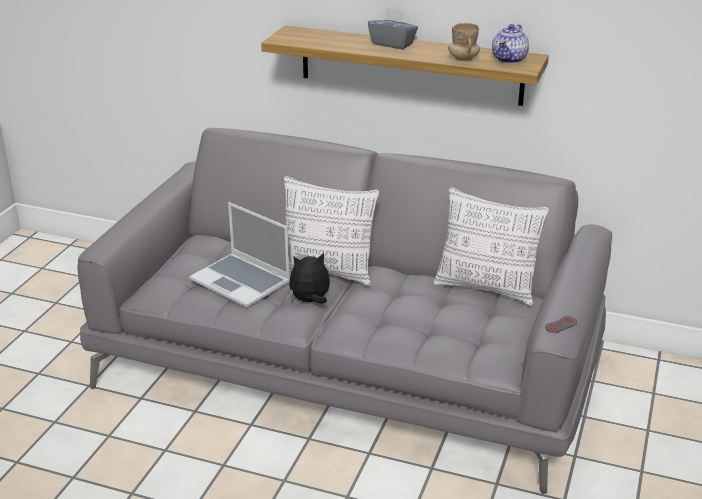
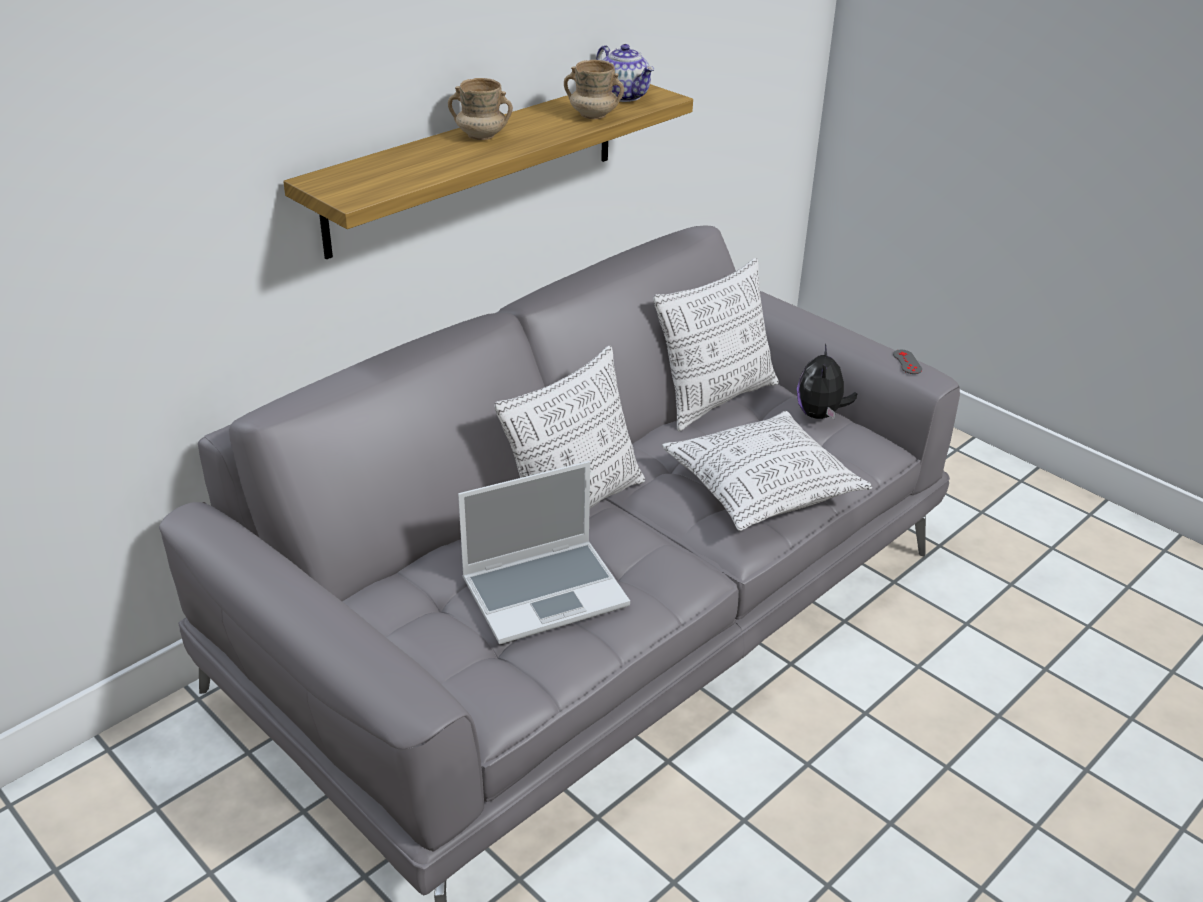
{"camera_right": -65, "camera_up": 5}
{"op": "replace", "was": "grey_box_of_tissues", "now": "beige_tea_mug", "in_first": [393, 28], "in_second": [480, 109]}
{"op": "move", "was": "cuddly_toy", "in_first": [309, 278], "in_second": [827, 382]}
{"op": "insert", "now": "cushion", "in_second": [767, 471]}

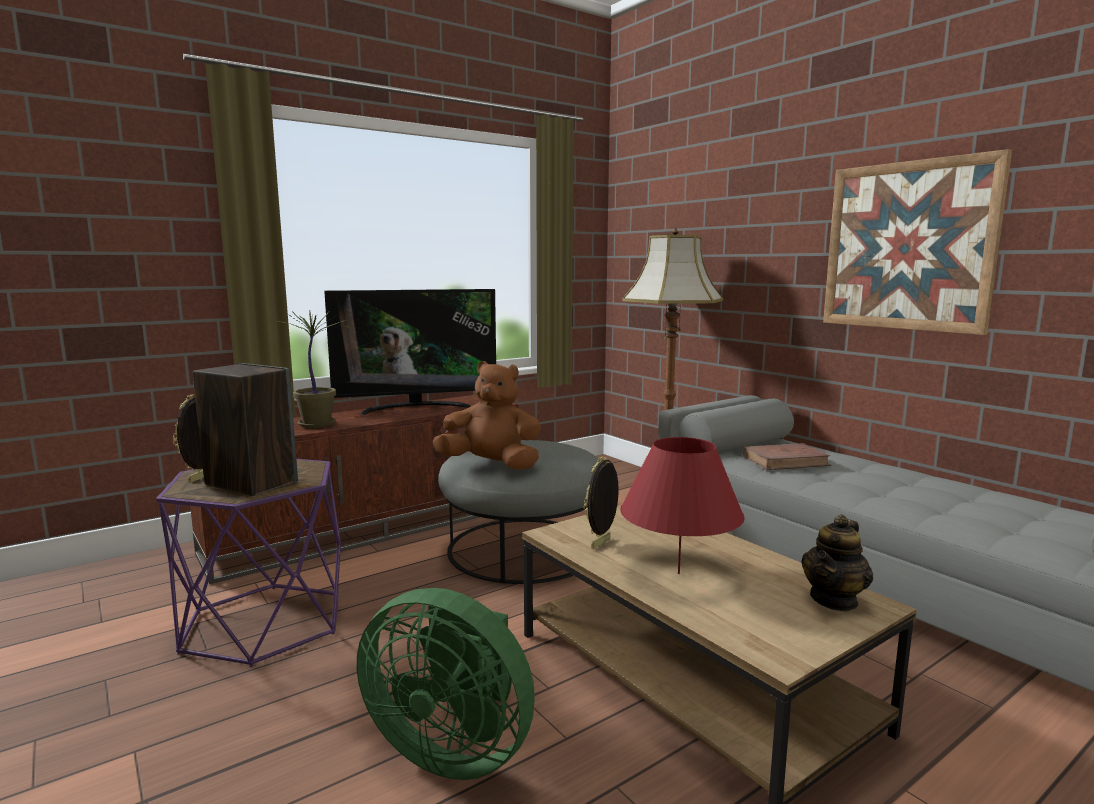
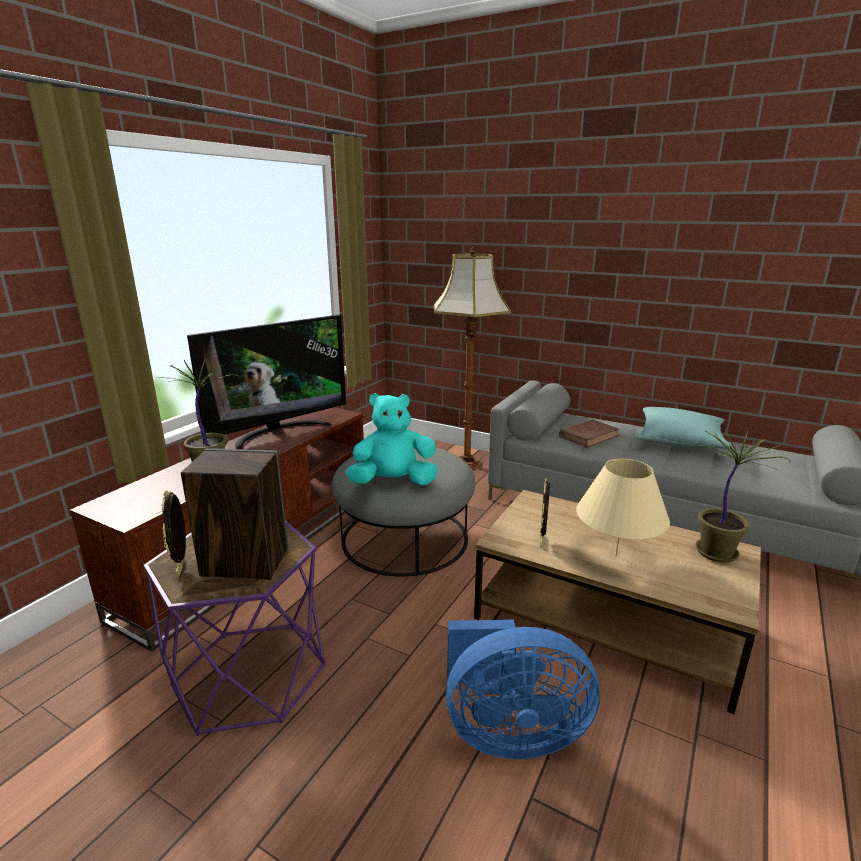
{"camera_right": -25, "camera_up": 10}
{"op": "delete", "was": "picture", "in_first": [917, 242]}
{"op": "recolor", "was": "brownish_cuddly_toy", "now": "blue-green_cuddly_toy", "in_first": [487, 415], "in_second": [391, 439]}
{"op": "recolor", "was": "red_table_lamp", "now": "beige_table_lamp", "in_first": [682, 505], "in_second": [623, 507]}
{"op": "replace", "was": "teapot", "now": "houseplant", "in_first": [837, 563], "in_second": [742, 495]}
{"op": "recolor", "was": "green_electric_fan", "now": "blue-coloured_electric_fan", "in_first": [446, 684], "in_second": [523, 689]}
{"op": "insert", "now": "blue-green_cushion", "in_second": [683, 428]}

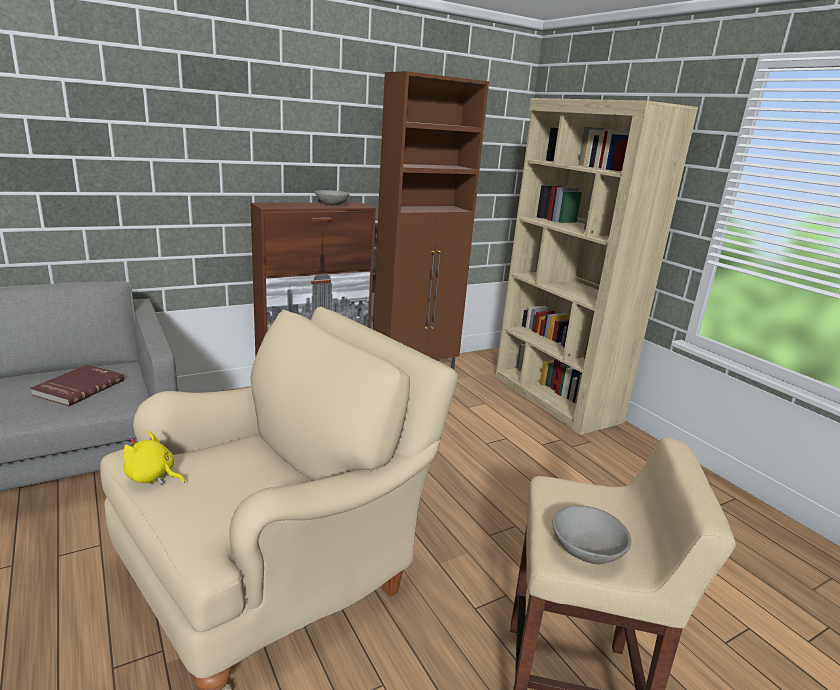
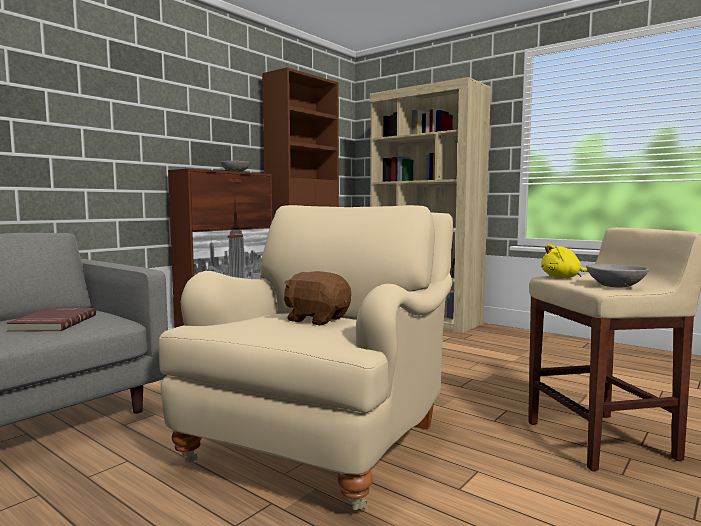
{"camera_right": -20, "camera_up": -15}
{"op": "move", "was": "yellowish_cuddly_toy", "in_first": [154, 458], "in_second": [564, 261]}
{"op": "insert", "now": "brownish_cuddly_toy", "in_second": [317, 298]}

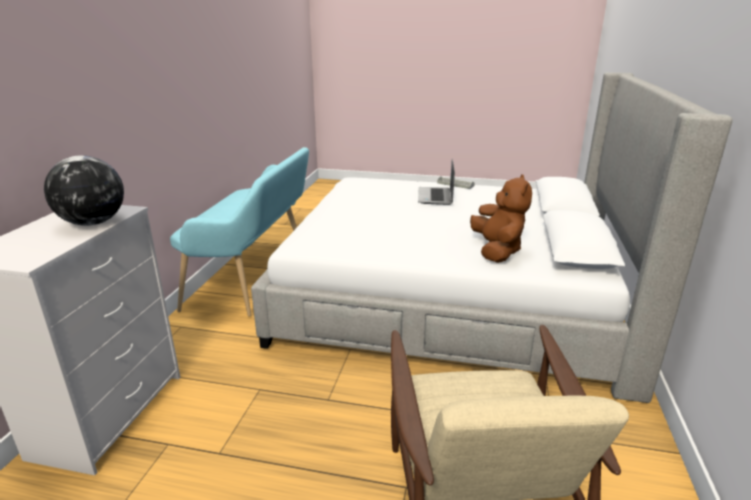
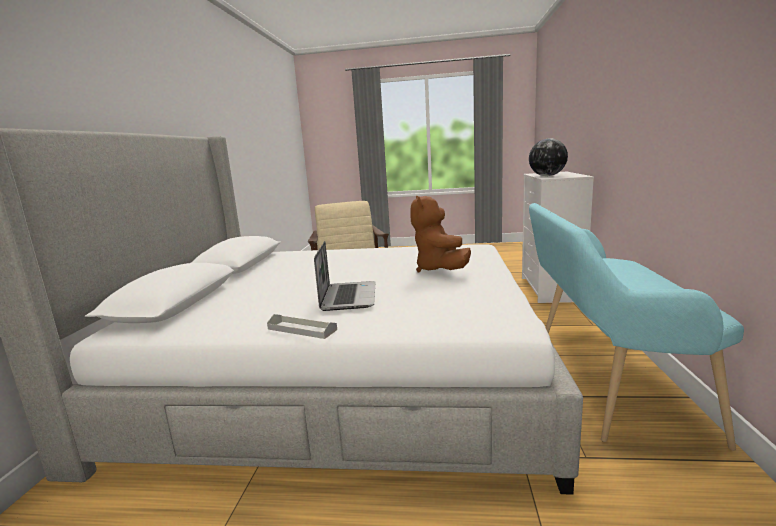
{"camera_right": 175, "camera_up": -10}
{"op": "move", "was": "brownish_cuddly_toy", "in_first": [501, 218], "in_second": [440, 234]}

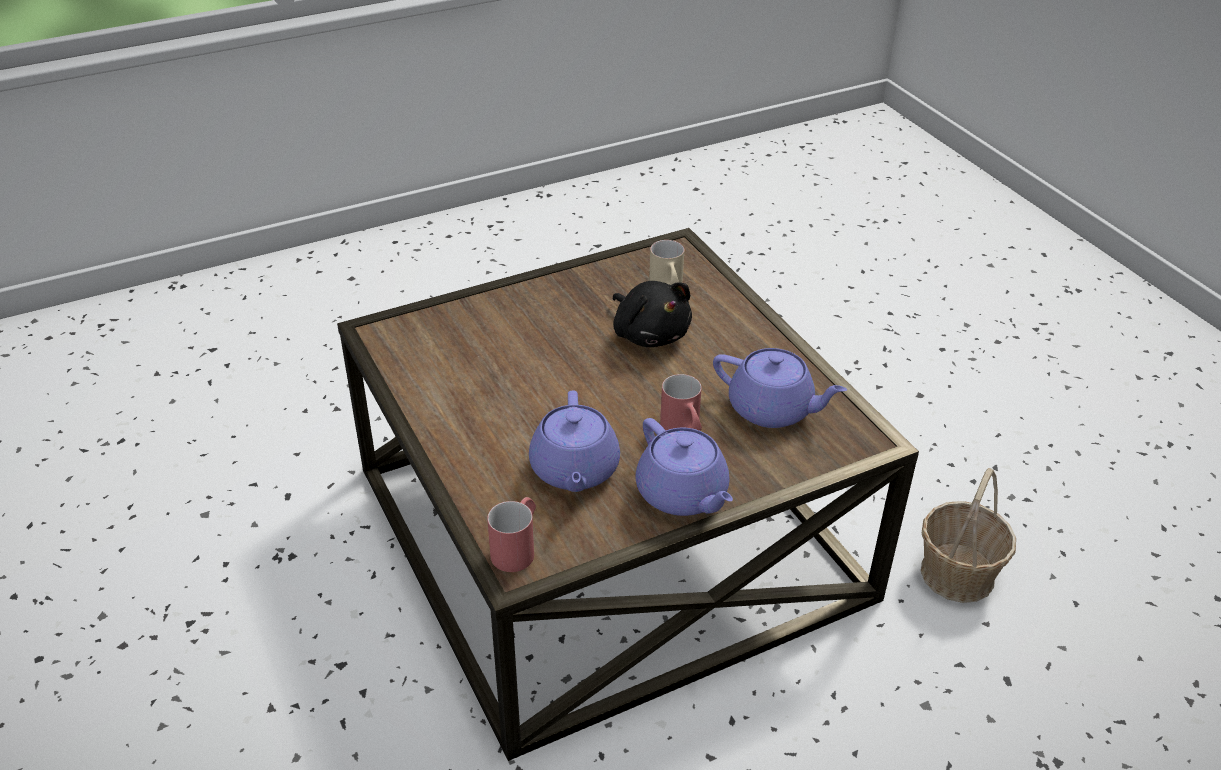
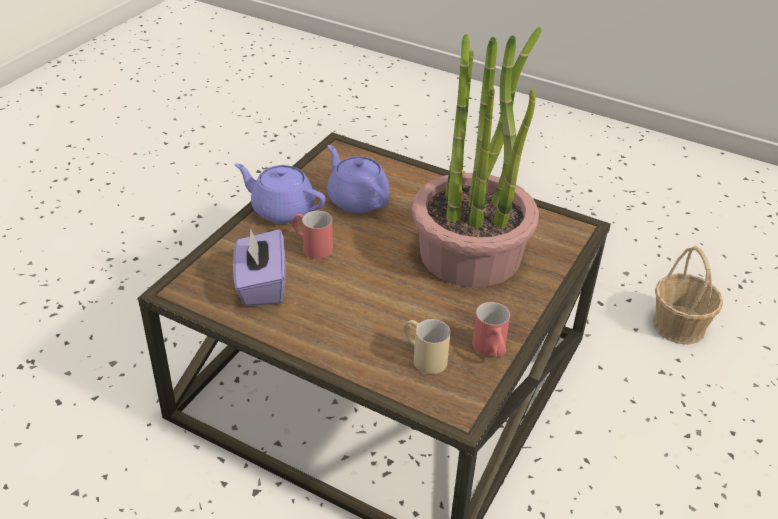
{"camera_right": 145, "camera_up": 0}
{"op": "delete", "was": "black_cuddly_toy", "in_first": [652, 314]}
{"op": "replace", "was": "purple_teapot", "now": "purple_box_of_tissues", "in_first": [780, 388], "in_second": [259, 267]}
{"op": "move", "was": "storage_basket", "in_first": [968, 535], "in_second": [688, 295]}
{"op": "move", "was": "red_tea_mug", "in_first": [511, 534], "in_second": [491, 330]}
{"op": "insert", "now": "houseplant", "in_second": [477, 157]}

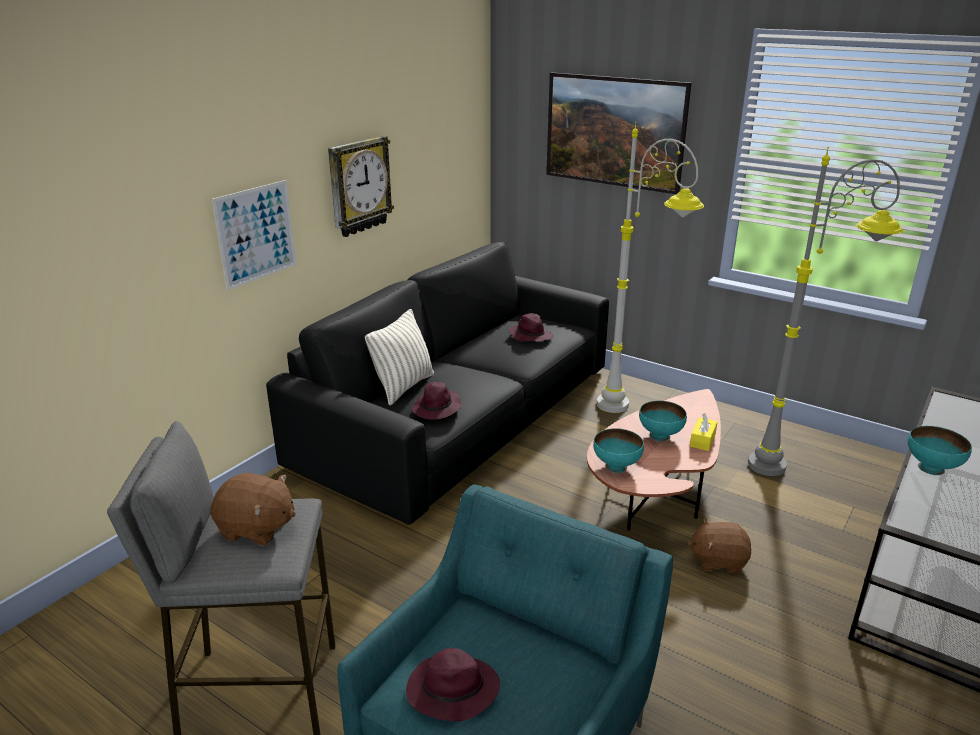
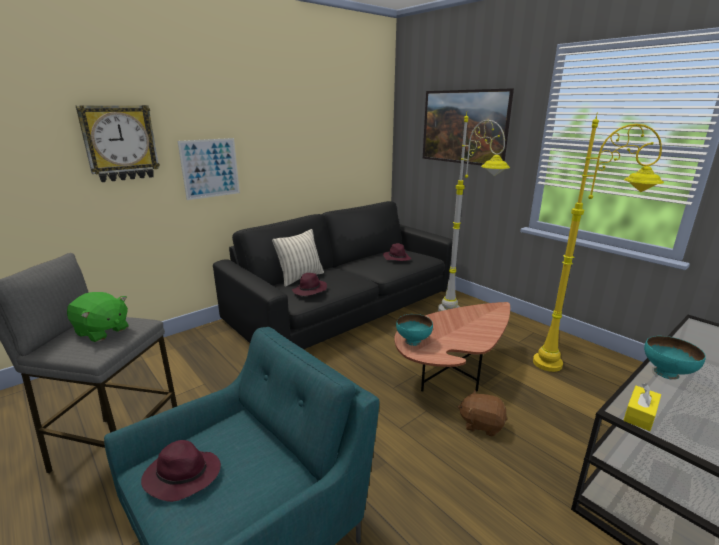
{"camera_right": 15, "camera_up": -5}
{"op": "move", "was": "wall_clock", "in_first": [361, 186], "in_second": [118, 143]}
{"op": "recolor", "was": "grey_standard_lamp", "now": "yellowish_standard_lamp", "in_first": [825, 311], "in_second": [598, 242]}
{"op": "delete", "was": "blue-green_bowl", "in_first": [663, 420]}
{"op": "move", "was": "yellowish_box_of_tissues", "in_first": [704, 432], "in_second": [642, 407]}
{"op": "recolor", "was": "brownish_cuddly_toy", "now": "green_cuddly_toy", "in_first": [253, 509], "in_second": [98, 317]}

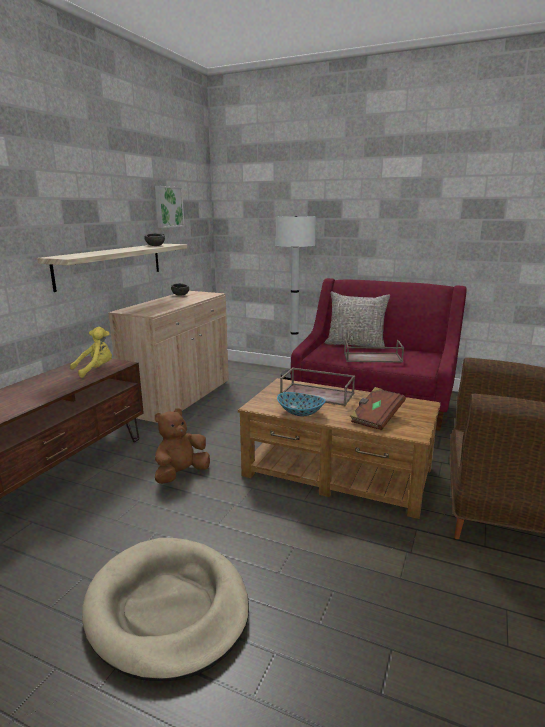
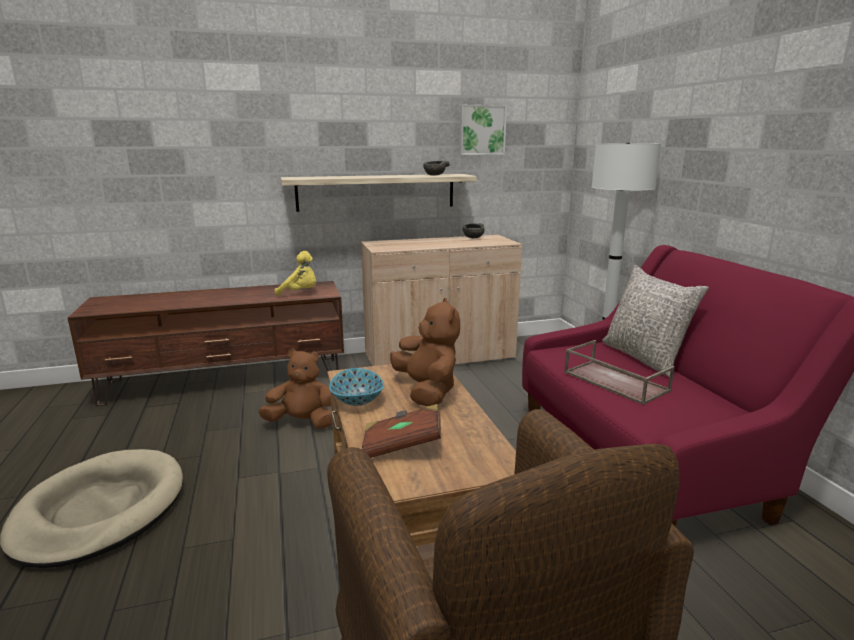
{"camera_right": 50, "camera_up": 0}
{"op": "replace", "was": "brownish_tray", "now": "brownish_cuddly_toy", "in_first": [317, 387], "in_second": [425, 352]}

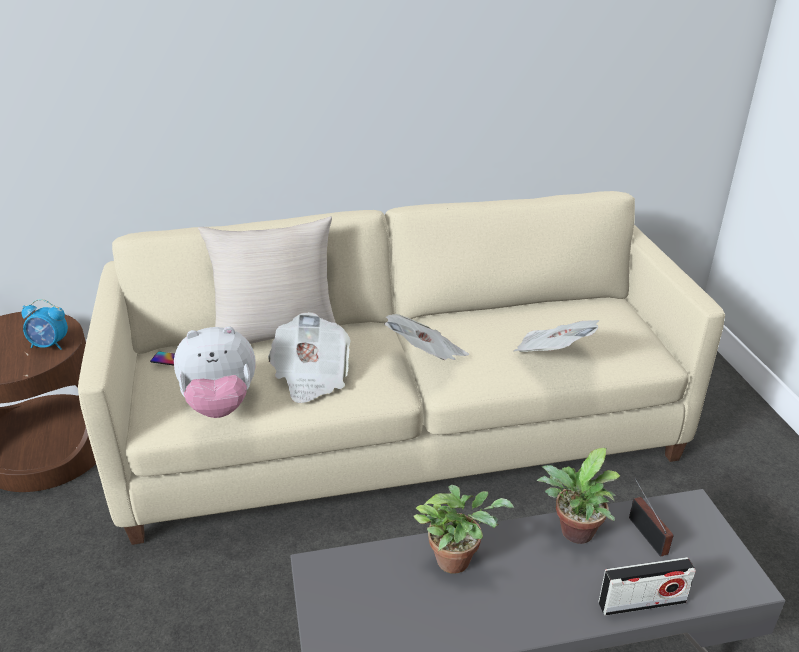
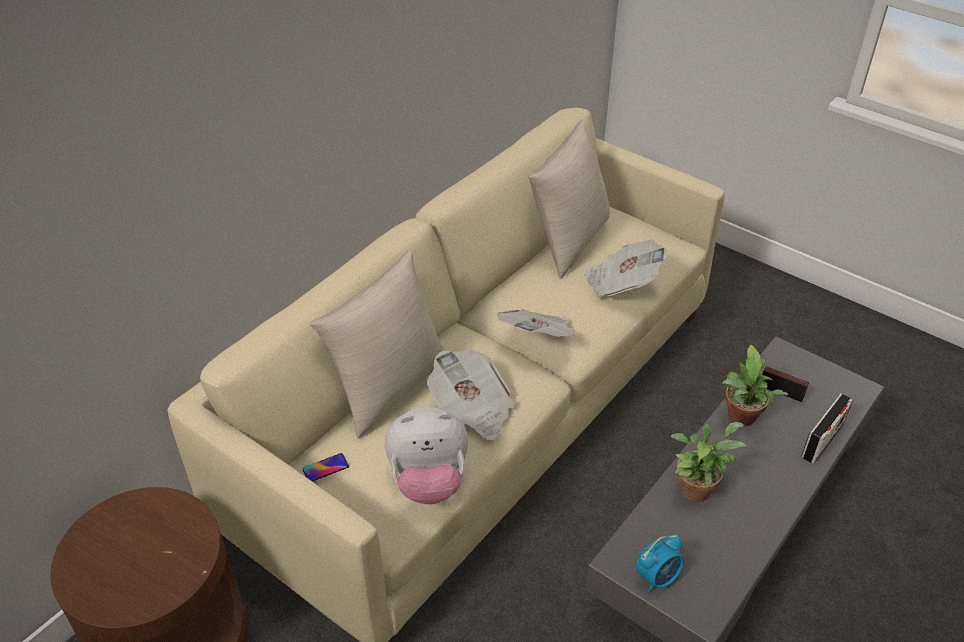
{"camera_right": -40, "camera_up": 10}
{"op": "move", "was": "alarm_clock", "in_first": [45, 324], "in_second": [660, 563]}
{"op": "rotate", "was": "cuddly_toy", "in_first": [215, 372], "in_second": [426, 455], "clockwise": 45}
{"op": "insert", "now": "beige_cushion", "in_second": [569, 199]}

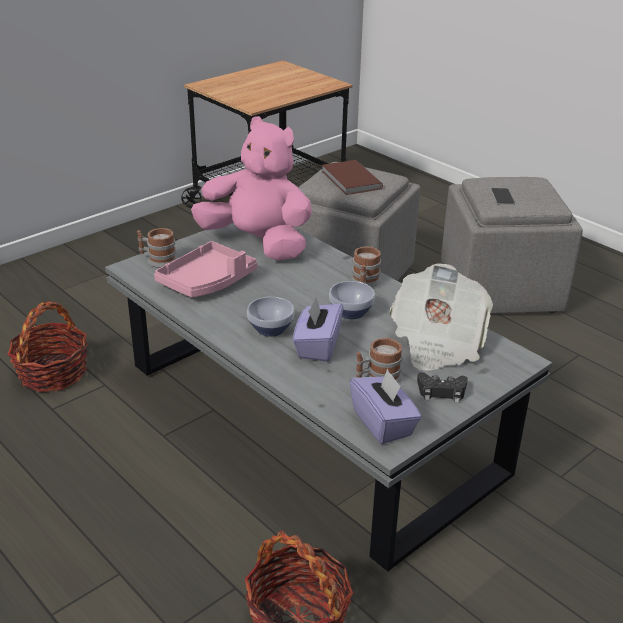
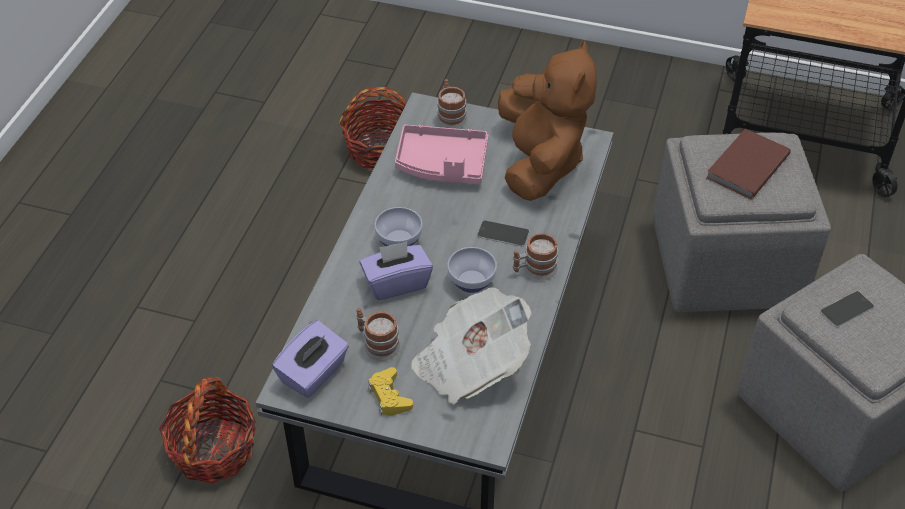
{"camera_right": 60, "camera_up": 15}
{"op": "recolor", "was": "pink-coloured_cuddly_toy", "now": "brownish_cuddly_toy", "in_first": [251, 188], "in_second": [547, 121]}
{"op": "recolor", "was": "black_gamepad", "now": "yellowish_gamepad", "in_first": [442, 387], "in_second": [390, 391]}
{"op": "insert", "now": "telephone", "in_second": [503, 233]}

